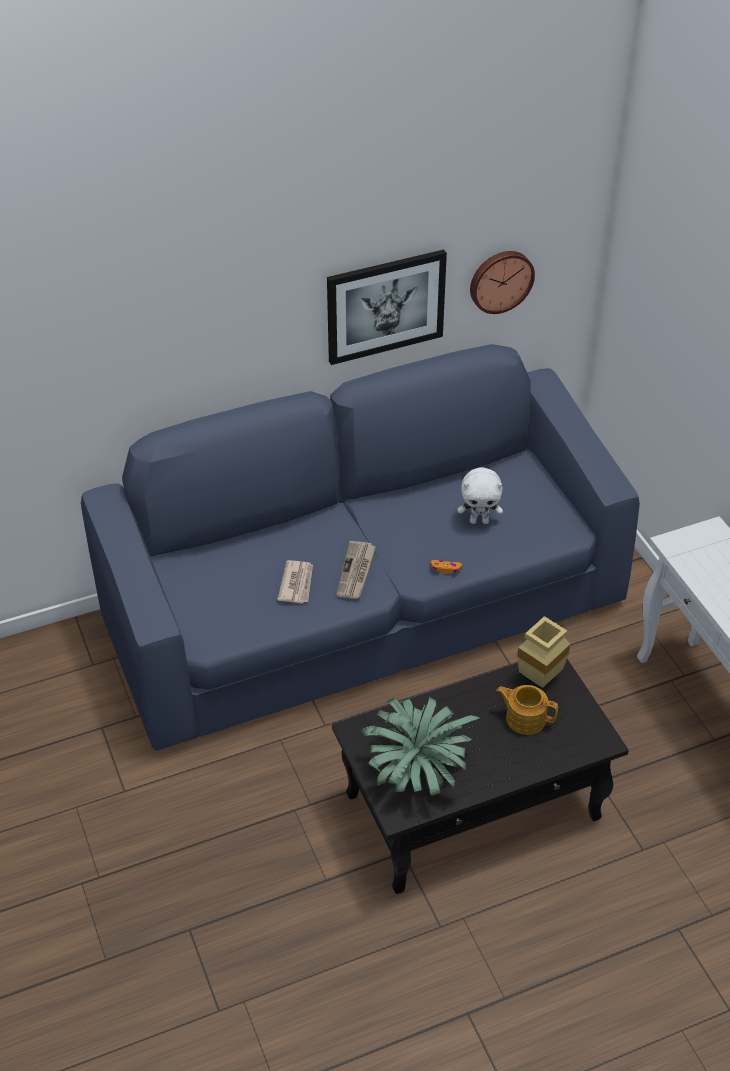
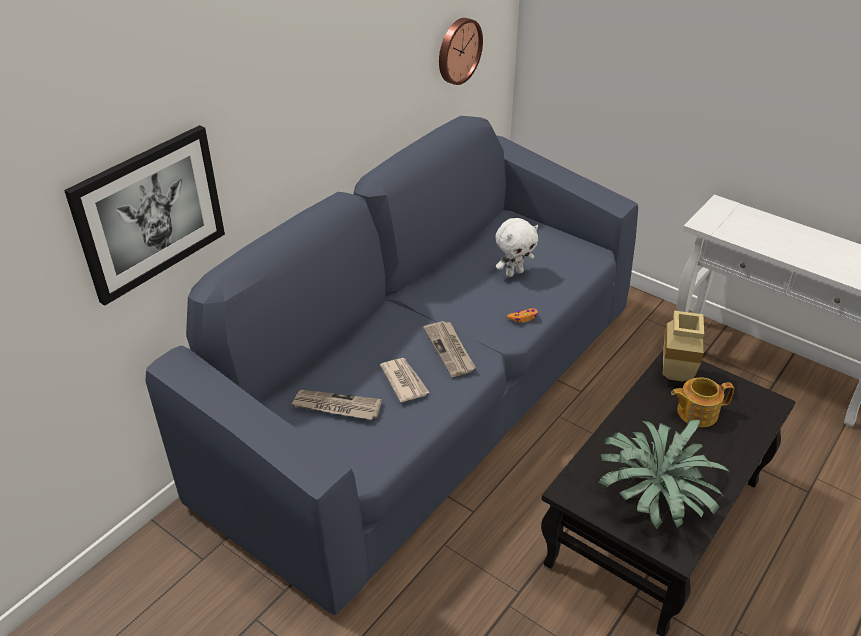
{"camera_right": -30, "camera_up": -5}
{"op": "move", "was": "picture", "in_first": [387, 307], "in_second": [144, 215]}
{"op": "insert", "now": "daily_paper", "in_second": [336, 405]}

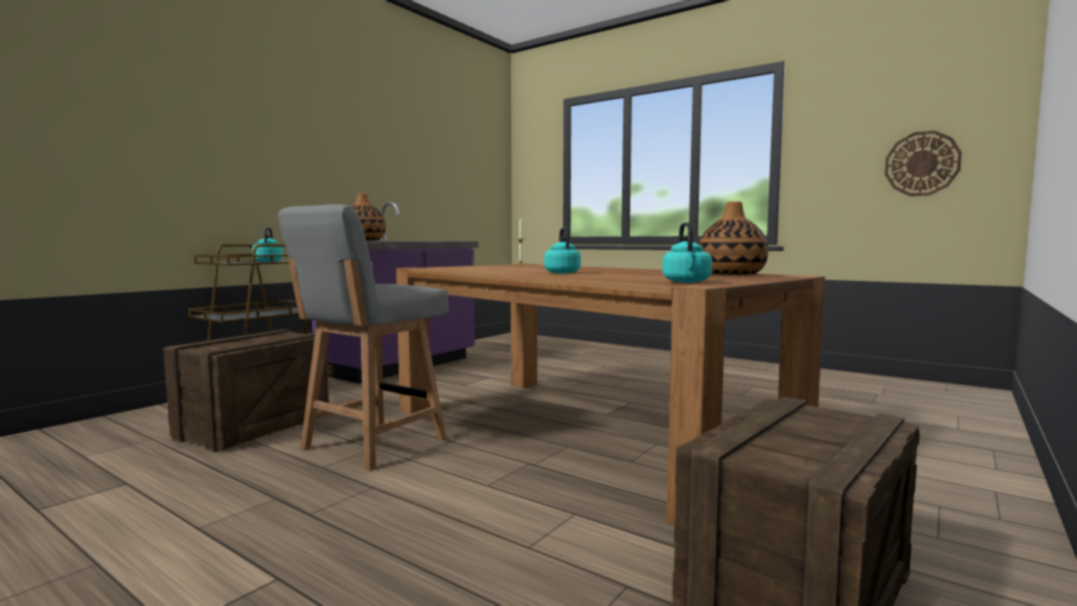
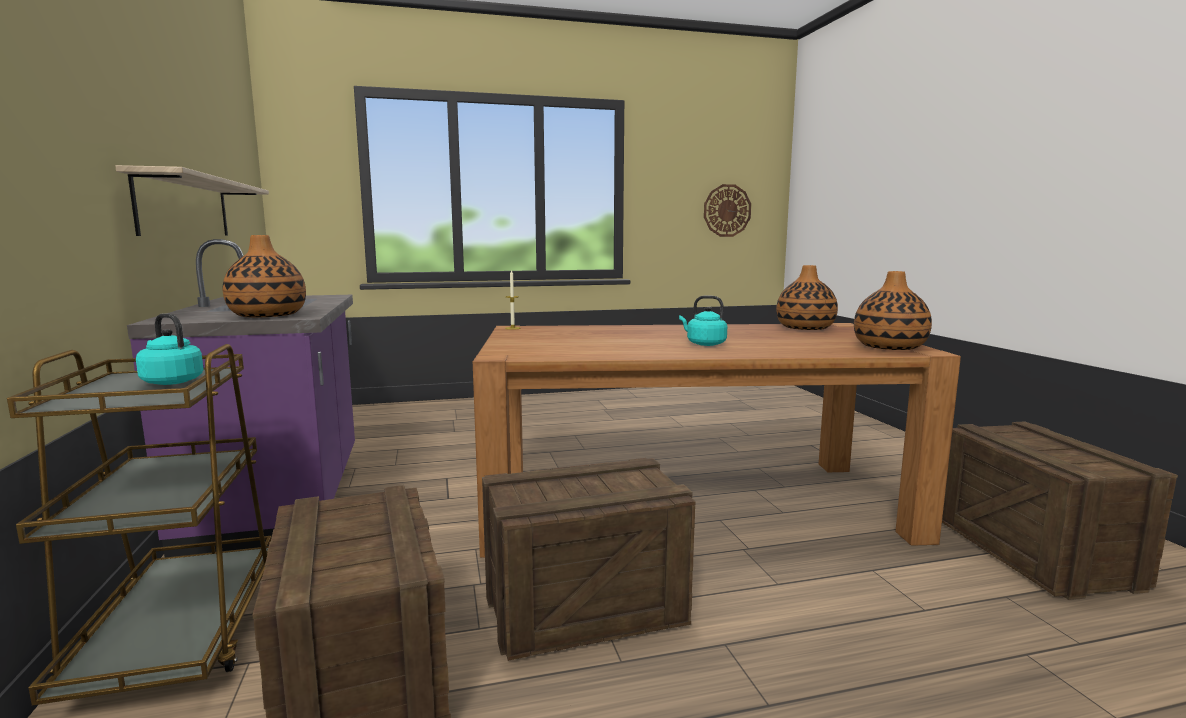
{"camera_right": -50, "camera_up": 5}
{"op": "replace", "was": "grey_chair", "now": "packing_crate", "in_first": [363, 337], "in_second": [589, 559]}
{"op": "replace", "was": "blue-green_kettle", "now": "flower_vase", "in_first": [687, 252], "in_second": [893, 310]}
{"op": "insert", "now": "bracket_shelf", "in_second": [192, 200]}

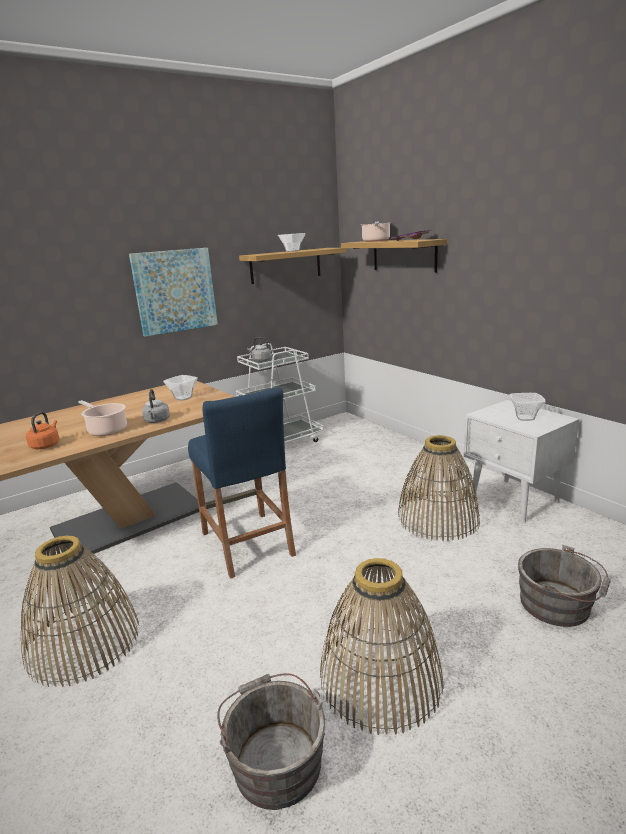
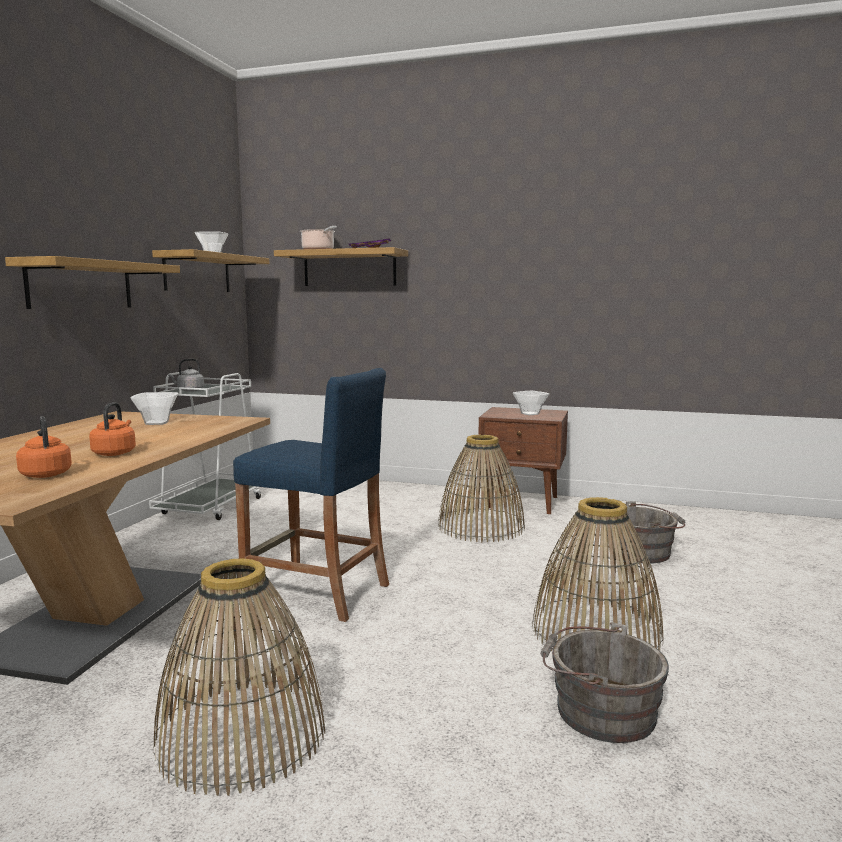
{"camera_right": -40, "camera_up": -10}
{"op": "replace", "was": "picture", "now": "bracket_shelf", "in_first": [173, 292], "in_second": [92, 282]}
{"op": "delete", "was": "grey_kettle", "in_first": [156, 406]}
{"op": "replace", "was": "saucepot", "now": "orangey_kettle", "in_first": [102, 418], "in_second": [112, 429]}
{"op": "recolor", "was": "white-coloured_night_table", "now": "brownish_night_table", "in_first": [521, 461], "in_second": [523, 460]}

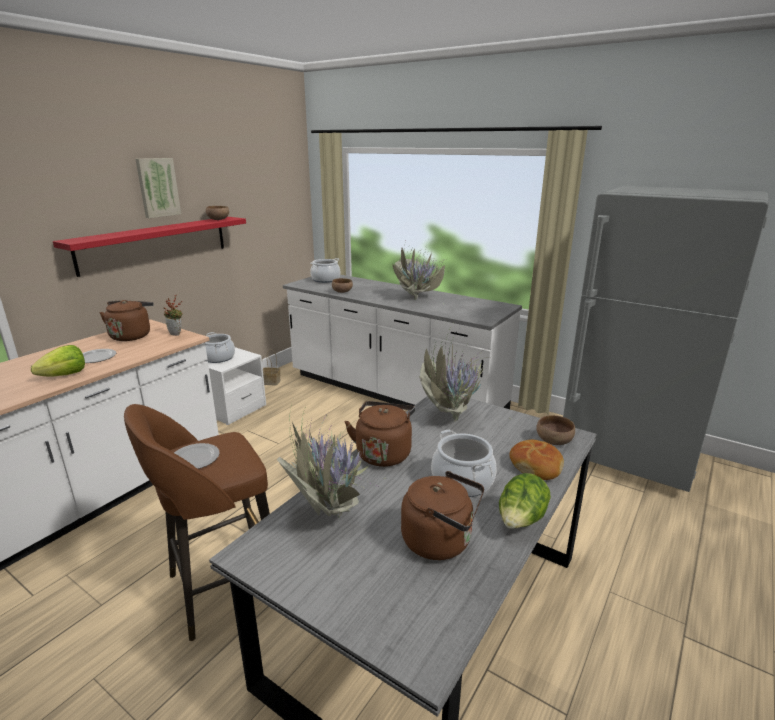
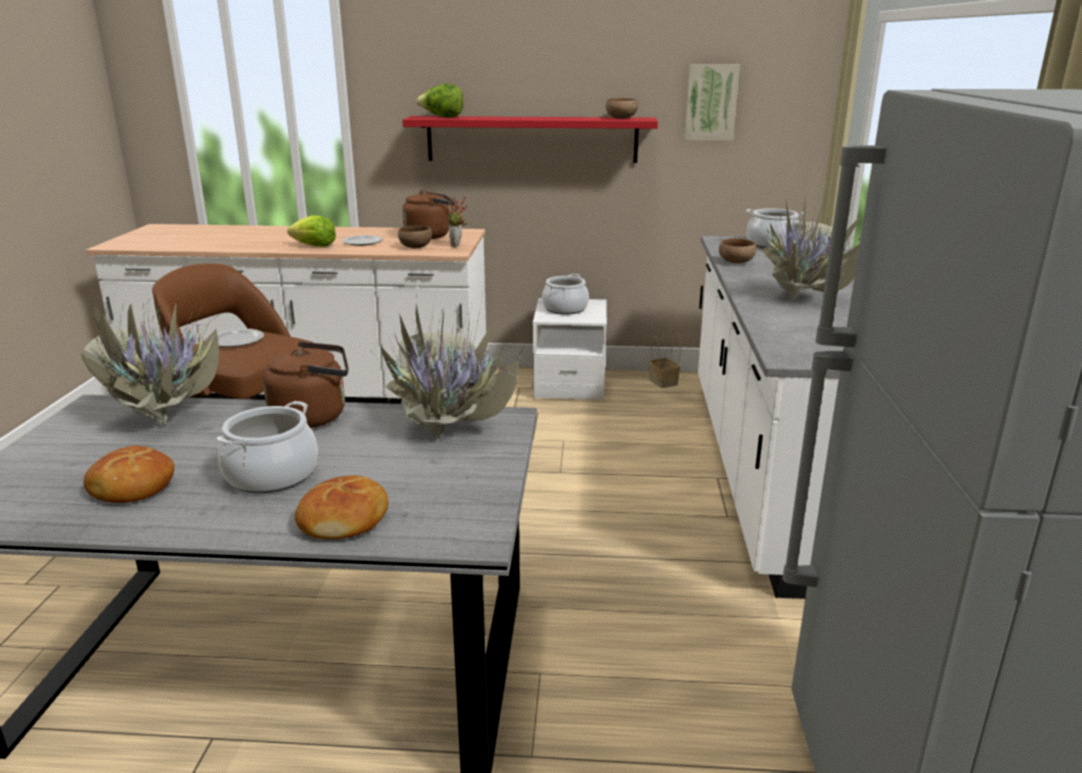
{"camera_right": 60, "camera_up": 0}
{"op": "move", "was": "picture", "in_first": [158, 188], "in_second": [712, 102]}
{"op": "move", "was": "brownish_bowl", "in_first": [555, 430], "in_second": [415, 237]}
{"op": "replace", "was": "brownish_kettle", "now": "bread", "in_first": [442, 515], "in_second": [128, 474]}
{"op": "move", "was": "head_of_lettuce", "in_first": [525, 501], "in_second": [439, 101]}

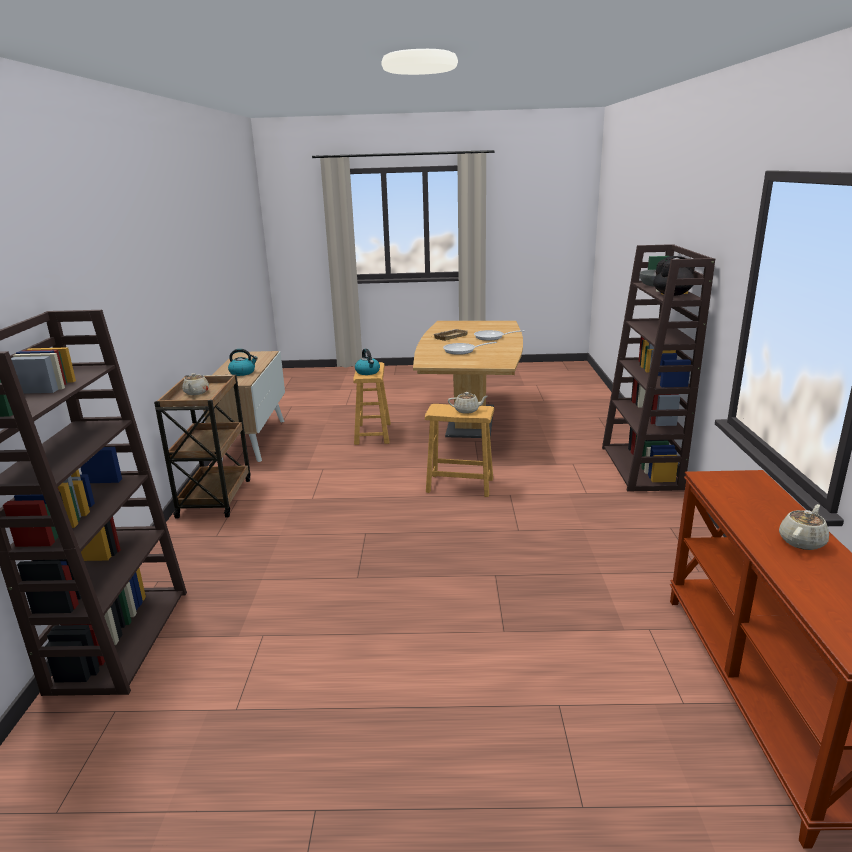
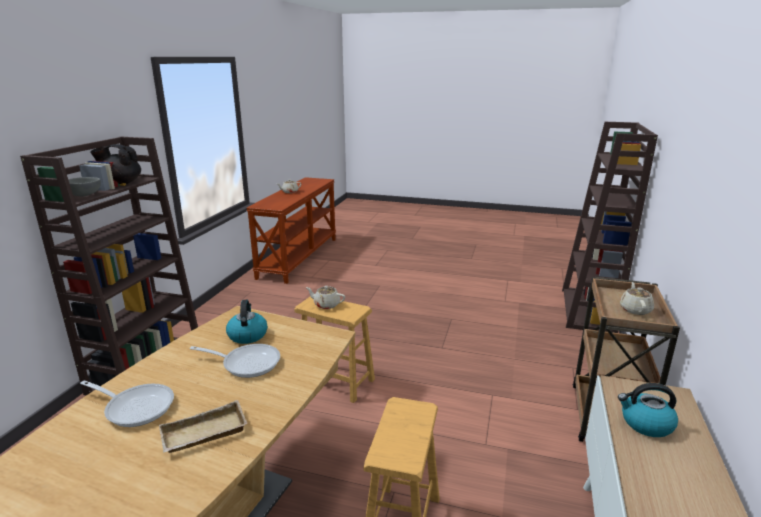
{"camera_right": -165, "camera_up": 0}
{"op": "move", "was": "kettle", "in_first": [367, 362], "in_second": [246, 322]}

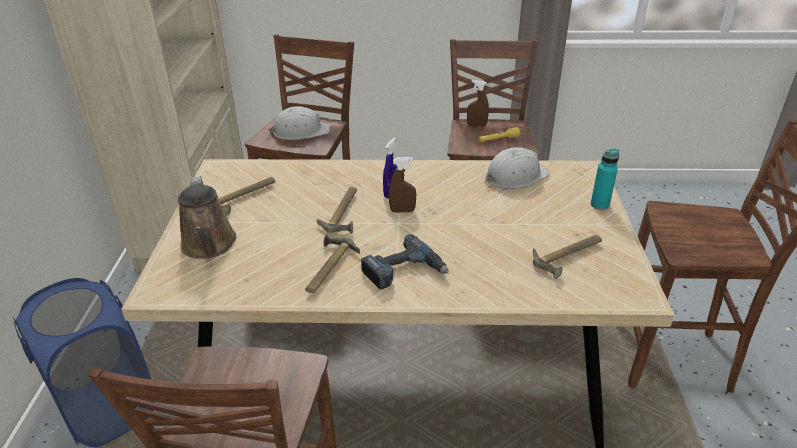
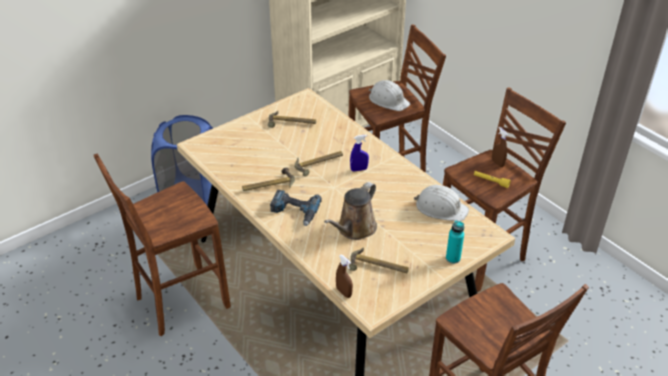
{"camera_right": 50, "camera_up": 5}
{"op": "move", "was": "brownish_hand_sprayer", "in_first": [402, 184], "in_second": [344, 276]}
{"op": "move", "was": "brownish_sprinkling_can", "in_first": [207, 217], "in_second": [350, 211]}

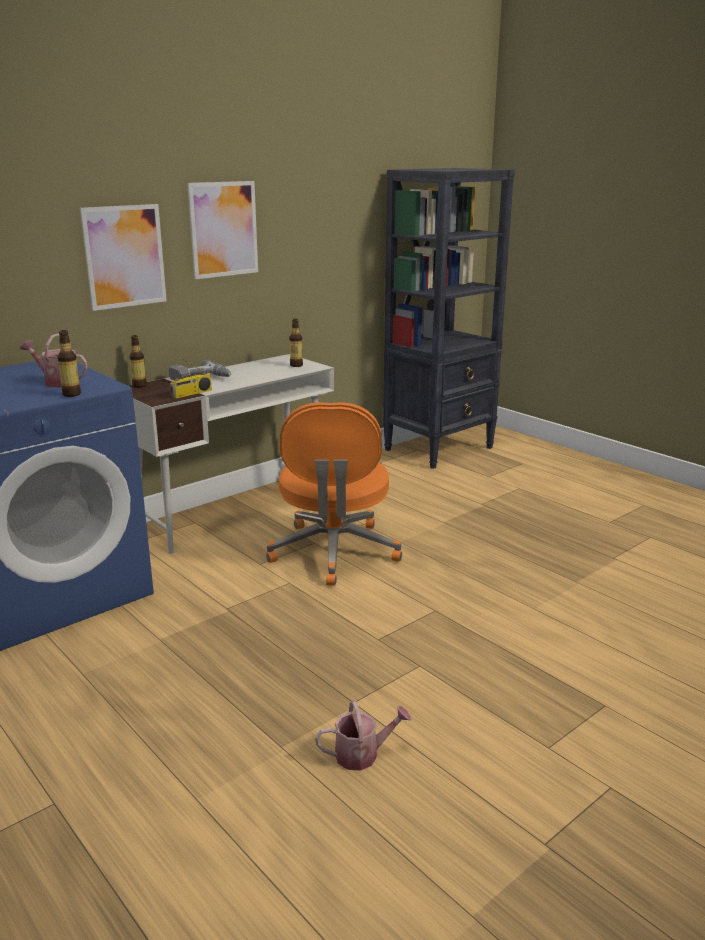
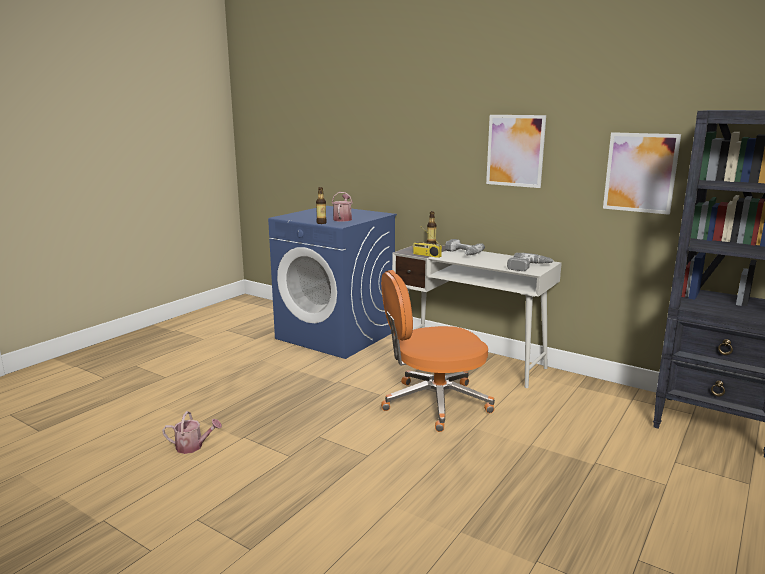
{"camera_right": 75, "camera_up": -5}
{"op": "move", "was": "picture", "in_first": [123, 257], "in_second": [642, 173]}
{"op": "replace", "was": "drink_bottle", "now": "electric_drill", "in_first": [296, 343], "in_second": [530, 262]}
{"op": "rotate", "was": "sprinkling_can", "in_first": [363, 736], "in_second": [192, 432], "clockwise": -60}

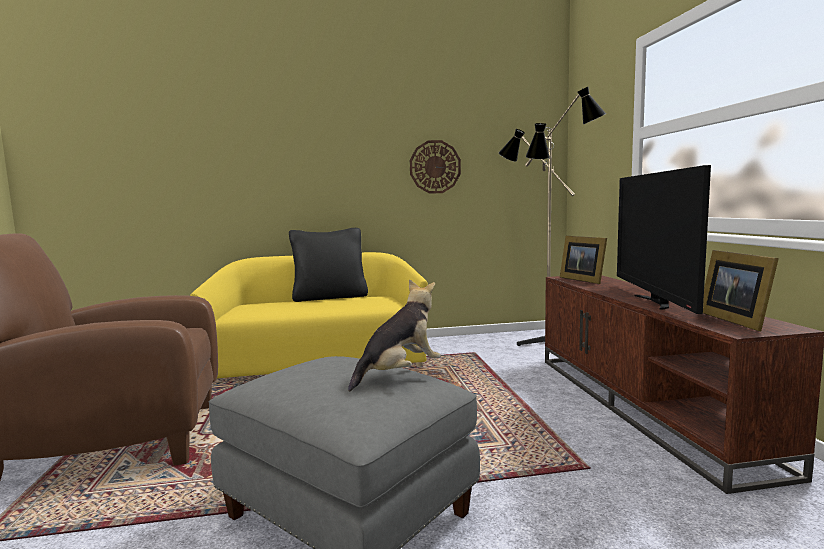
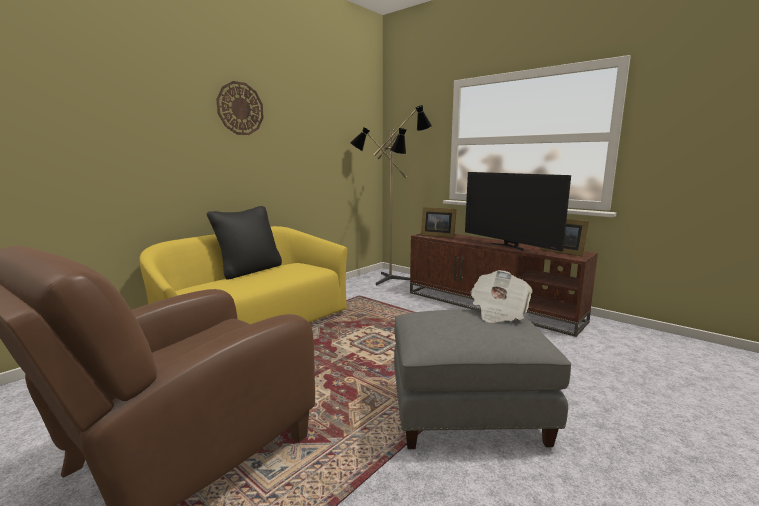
{"camera_right": -40, "camera_up": 5}
{"op": "move", "was": "wall_clock", "in_first": [435, 167], "in_second": [240, 108]}
{"op": "replace", "was": "cuddly_toy", "now": "daily_paper", "in_first": [394, 336], "in_second": [501, 296]}

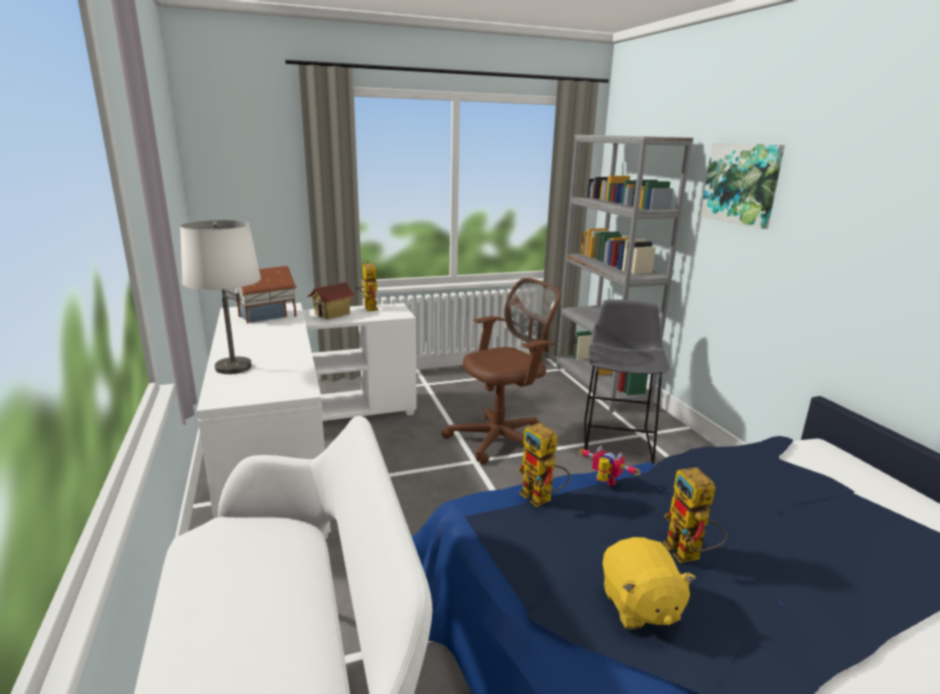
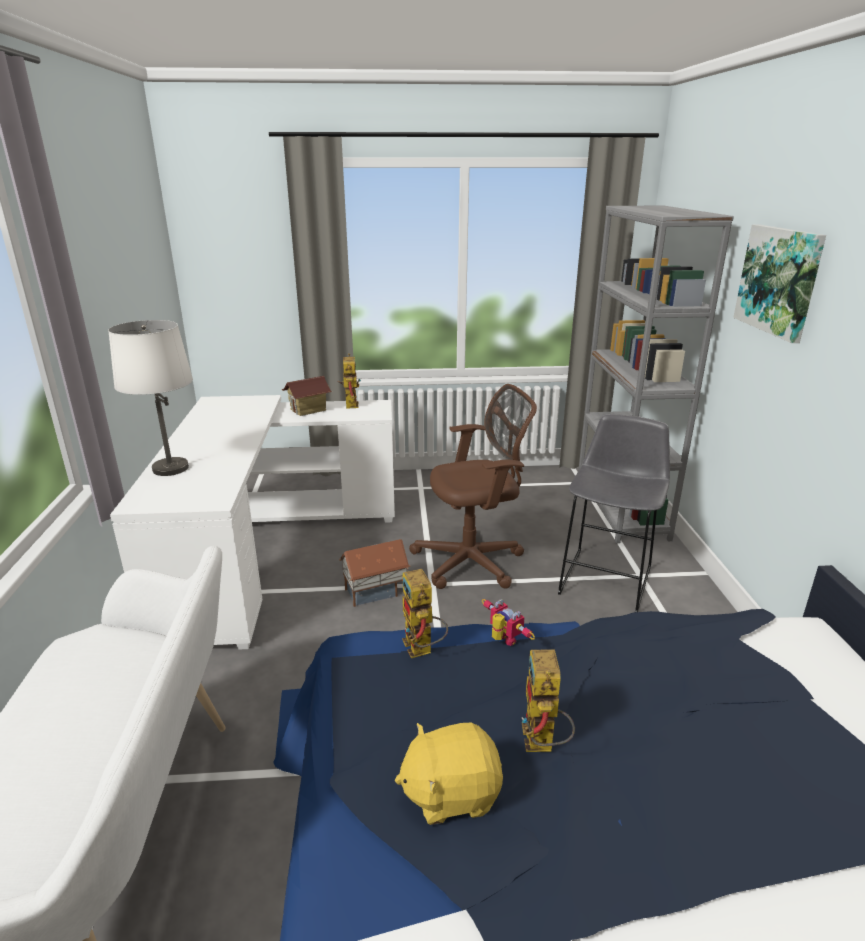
{"camera_right": 15, "camera_up": 5}
{"op": "move", "was": "miniature_house", "in_first": [265, 295], "in_second": [374, 573]}
{"op": "rotate", "was": "yellowish_cuddly_toy", "in_first": [649, 583], "in_second": [448, 773], "clockwise": 75}

